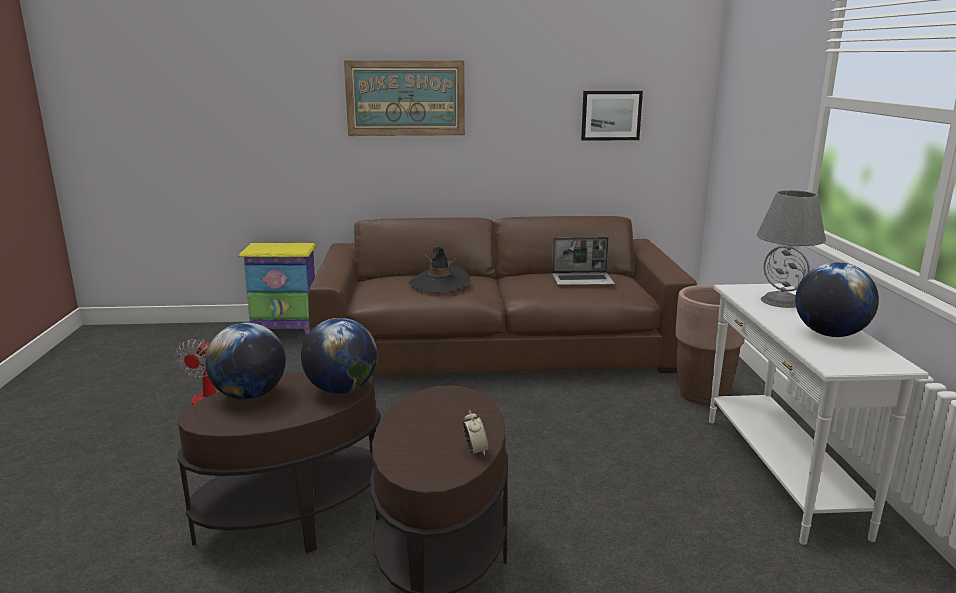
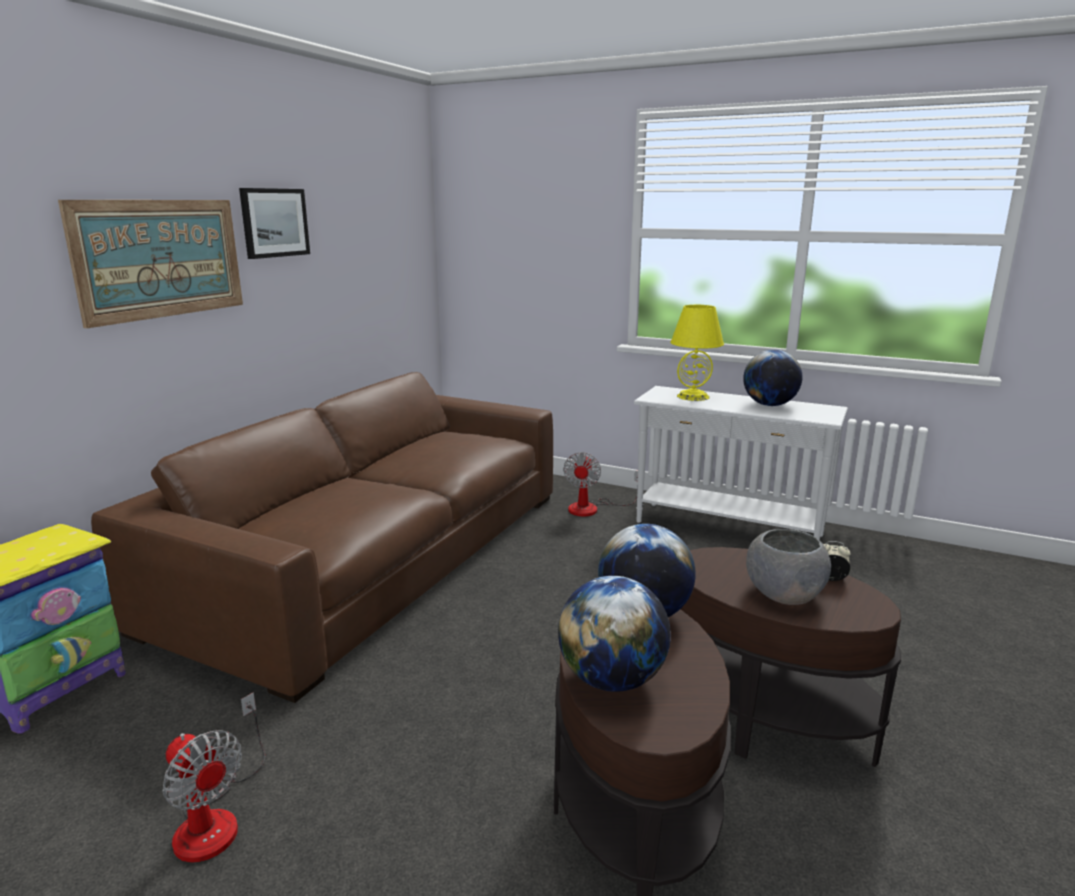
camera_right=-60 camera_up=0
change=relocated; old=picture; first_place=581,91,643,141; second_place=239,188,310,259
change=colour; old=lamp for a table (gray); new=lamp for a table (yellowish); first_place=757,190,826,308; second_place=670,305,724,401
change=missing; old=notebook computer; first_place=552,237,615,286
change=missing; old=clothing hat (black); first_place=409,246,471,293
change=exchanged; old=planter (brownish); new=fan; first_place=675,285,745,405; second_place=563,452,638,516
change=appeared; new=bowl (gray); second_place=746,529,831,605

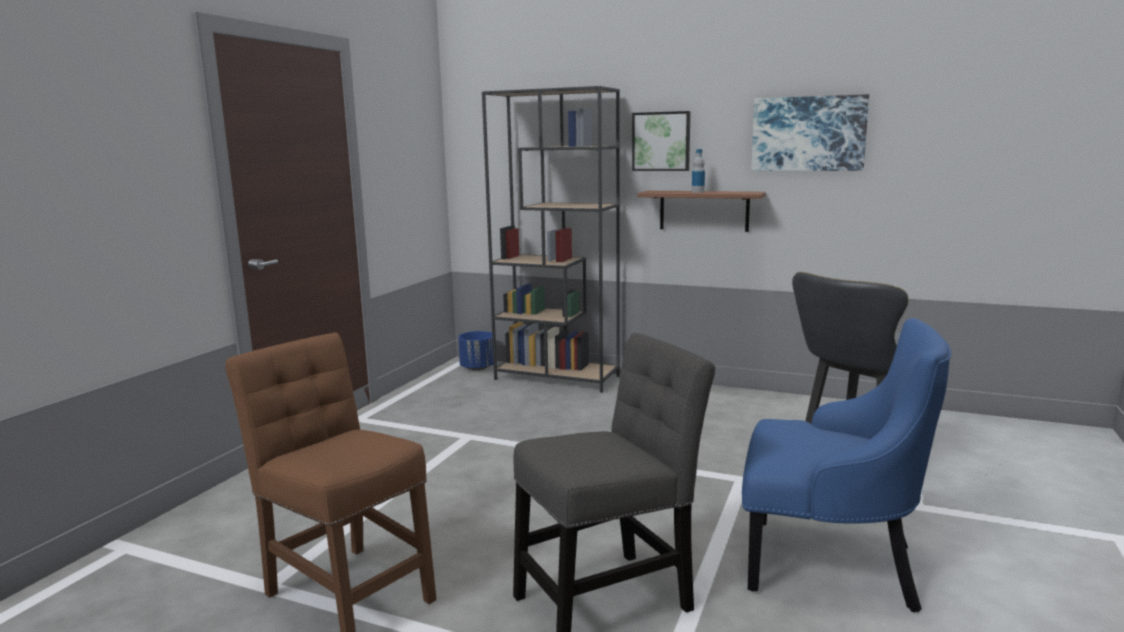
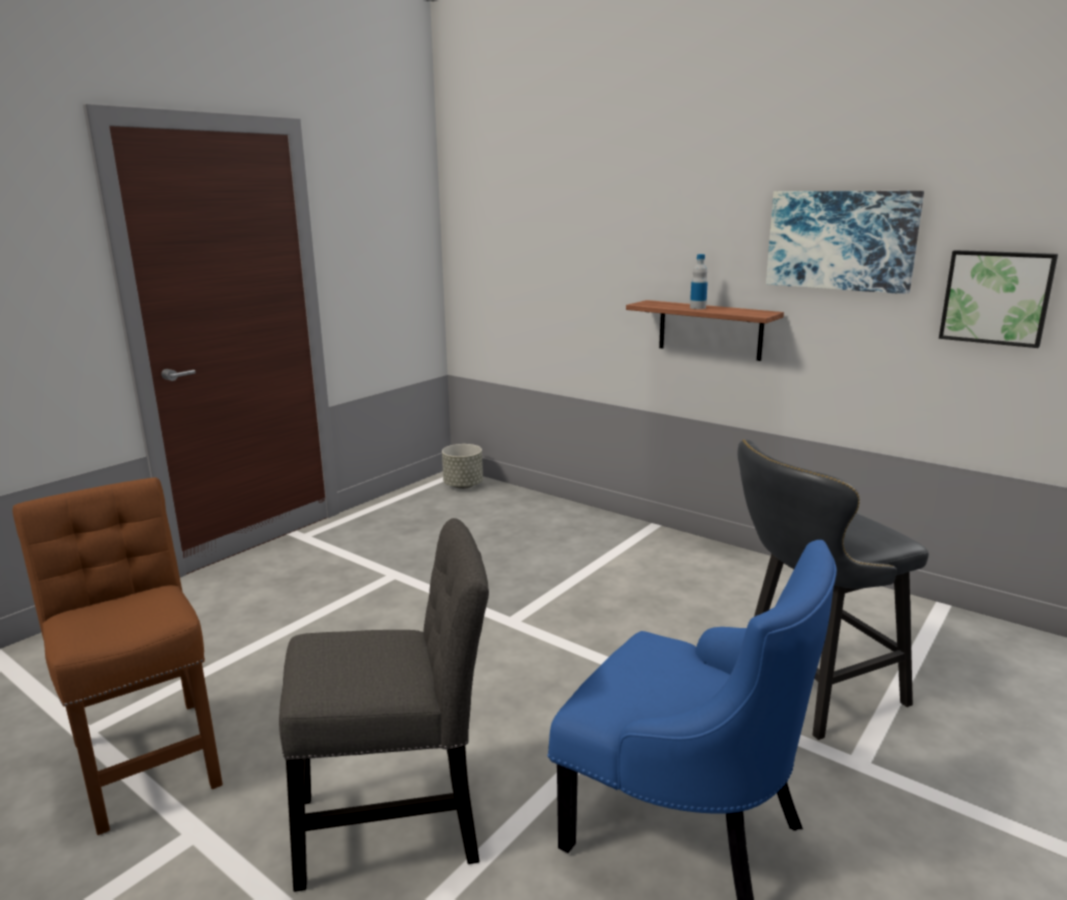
camera_right=15 camera_up=5
change=missing; old=shelving unit; first_place=482,86,620,393
change=relocated; old=picture; first_place=632,111,690,171; second_place=939,250,1058,348
change=colour; old=planter (blue); new=planter (gray); first_place=458,331,493,371; second_place=442,444,483,489

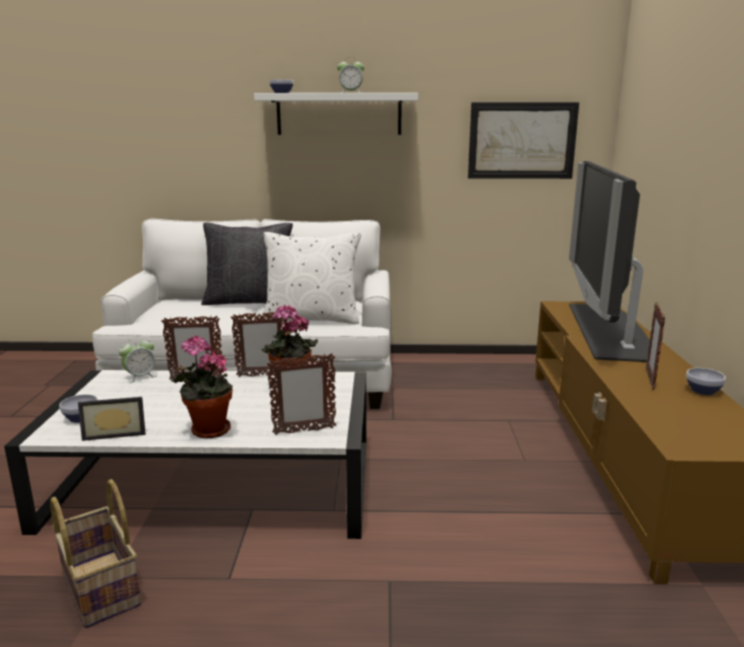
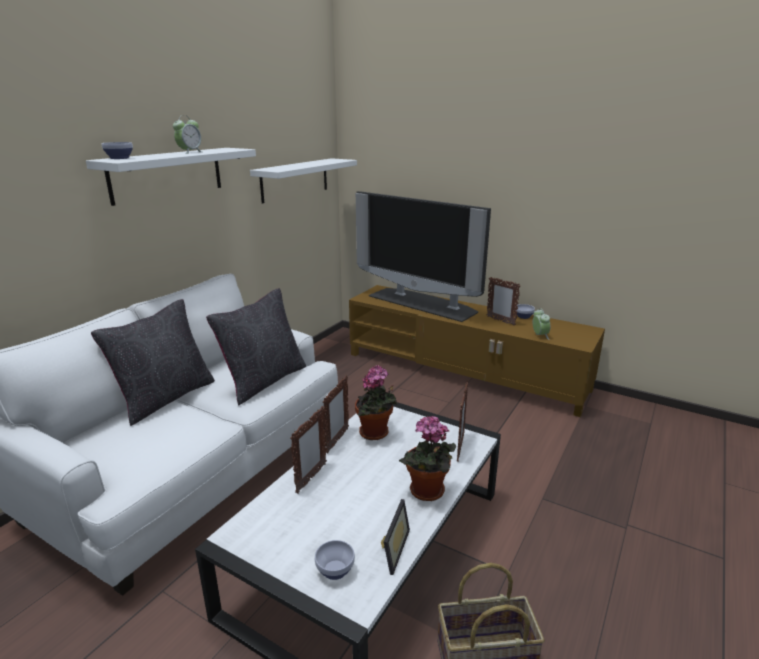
camera_right=-60 camera_up=5
change=exchanged; old=picture; new=shelf (whitish); first_place=468,102,579,179; second_place=250,158,357,204
change=colour; old=cushion (whitish); new=cushion (black); first_place=262,232,361,324; second_place=206,288,306,405
change=relocated; old=table clock; first_place=119,337,157,383; second_place=532,308,551,340

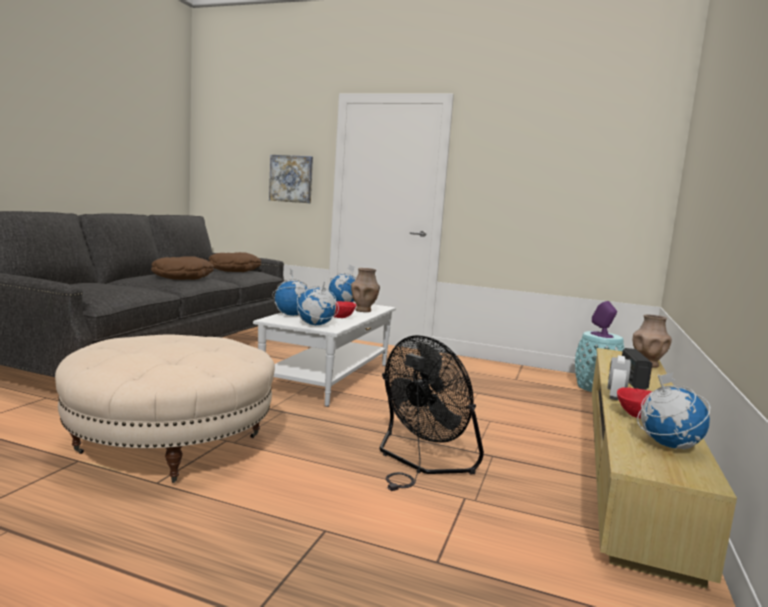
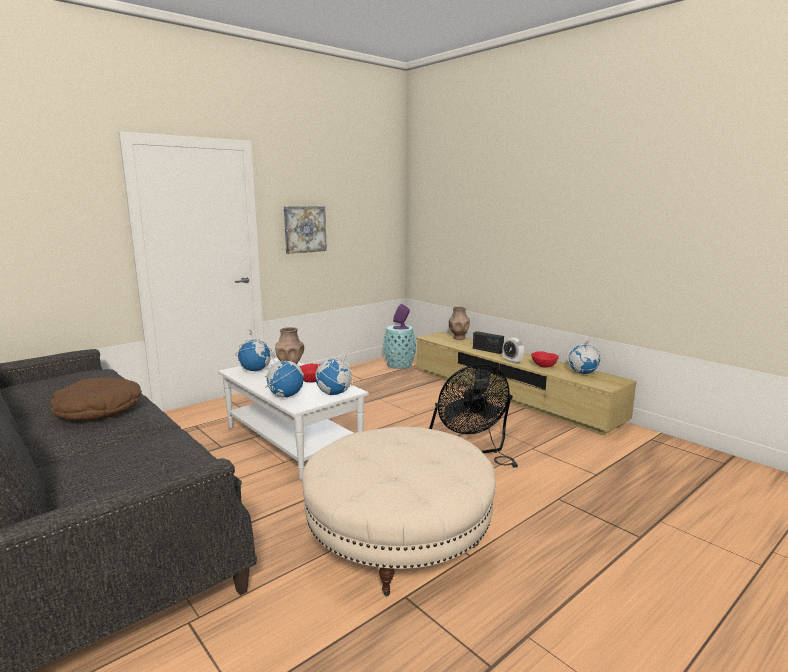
camera_right=-60 camera_up=5
change=relocated; old=picture; first_place=269,155,313,203; second_place=284,206,327,254
change=missing; old=cushion (brownish); first_place=209,252,261,272

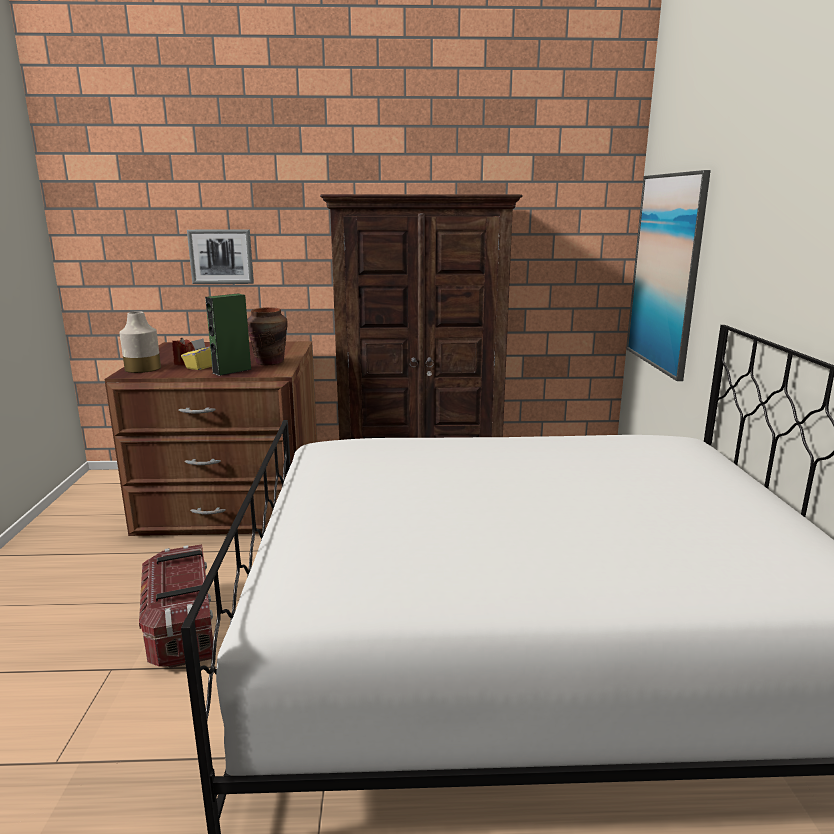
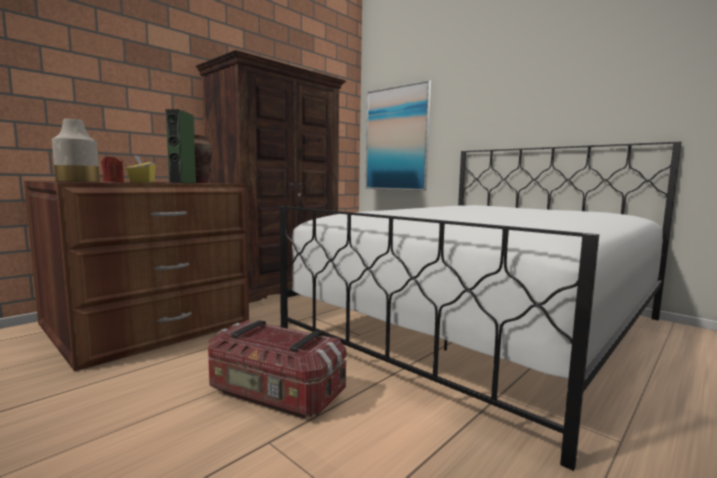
camera_right=-45 camera_up=-10
change=missing; old=picture; first_place=187,230,254,284

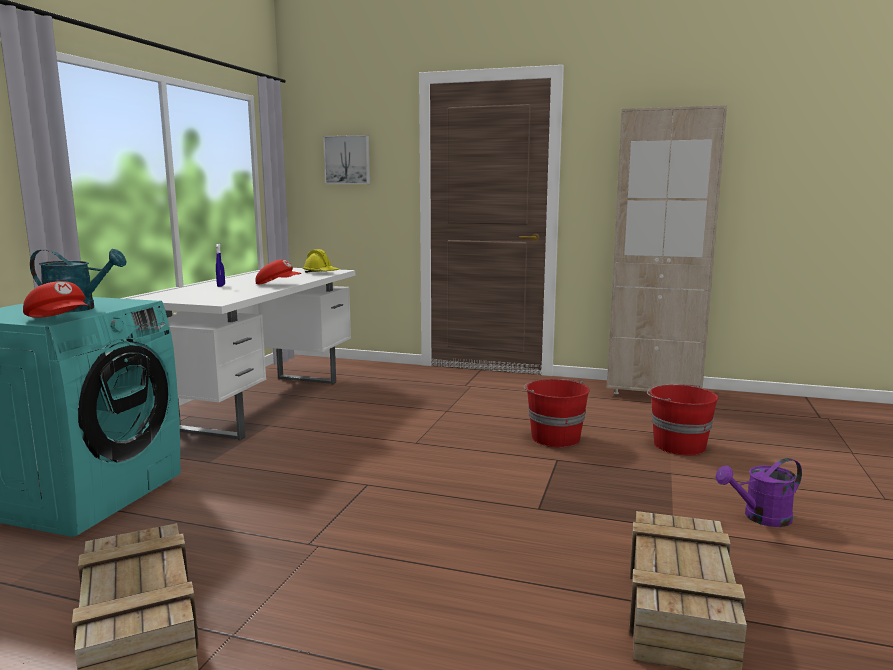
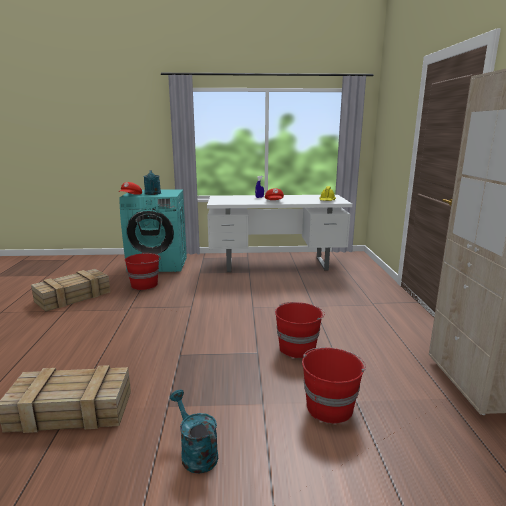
camera_right=70 camera_up=5
change=missing; old=picture; first_place=323,135,370,184
change=colour; old=watering pot (purplish); new=watering pot (turquoise-coloured); first_place=715,458,802,527; second_place=170,390,218,474
change=appeared; new=water bucket (reddish); second_place=125,253,161,290

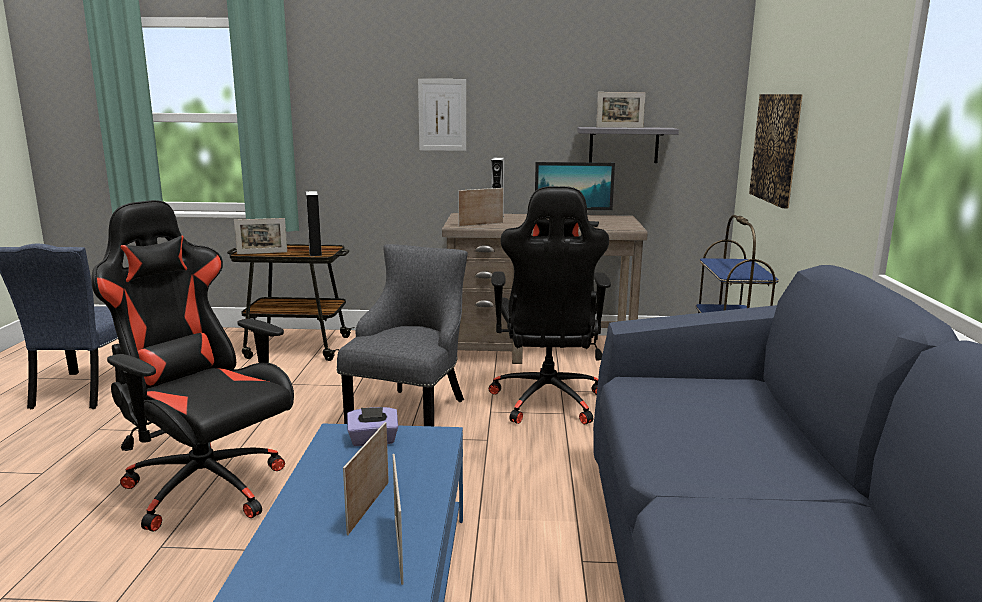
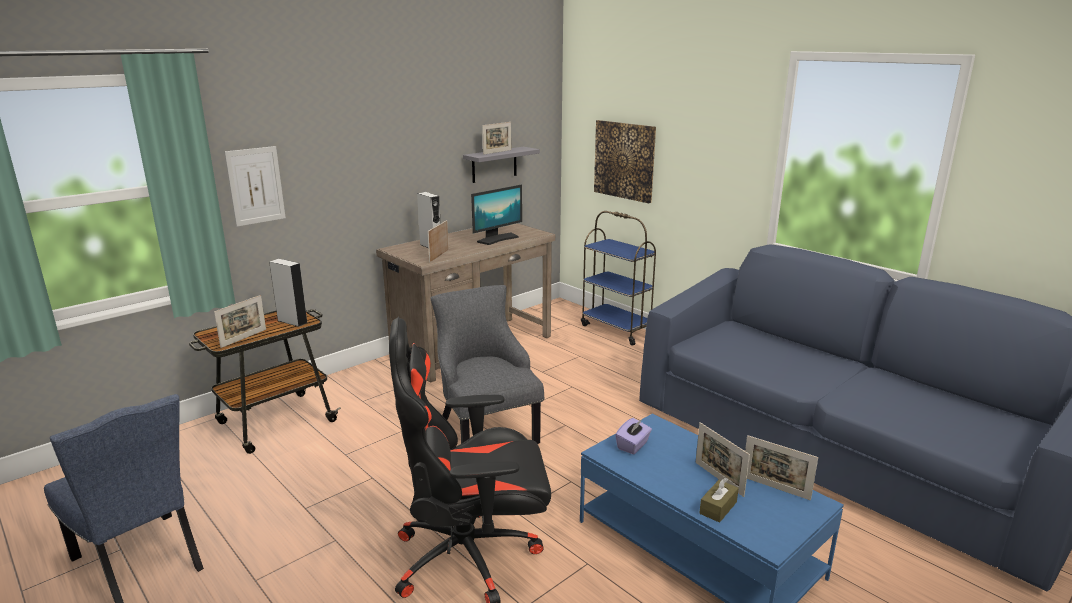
camera_right=-45 camera_up=5
change=relocated; old=picture; first_place=418,79,466,151; second_place=224,146,286,227
change=missing; old=computer chair (black); first_place=489,186,611,424
change=appeared; new=box of tissues (brownish); second_place=699,478,739,523

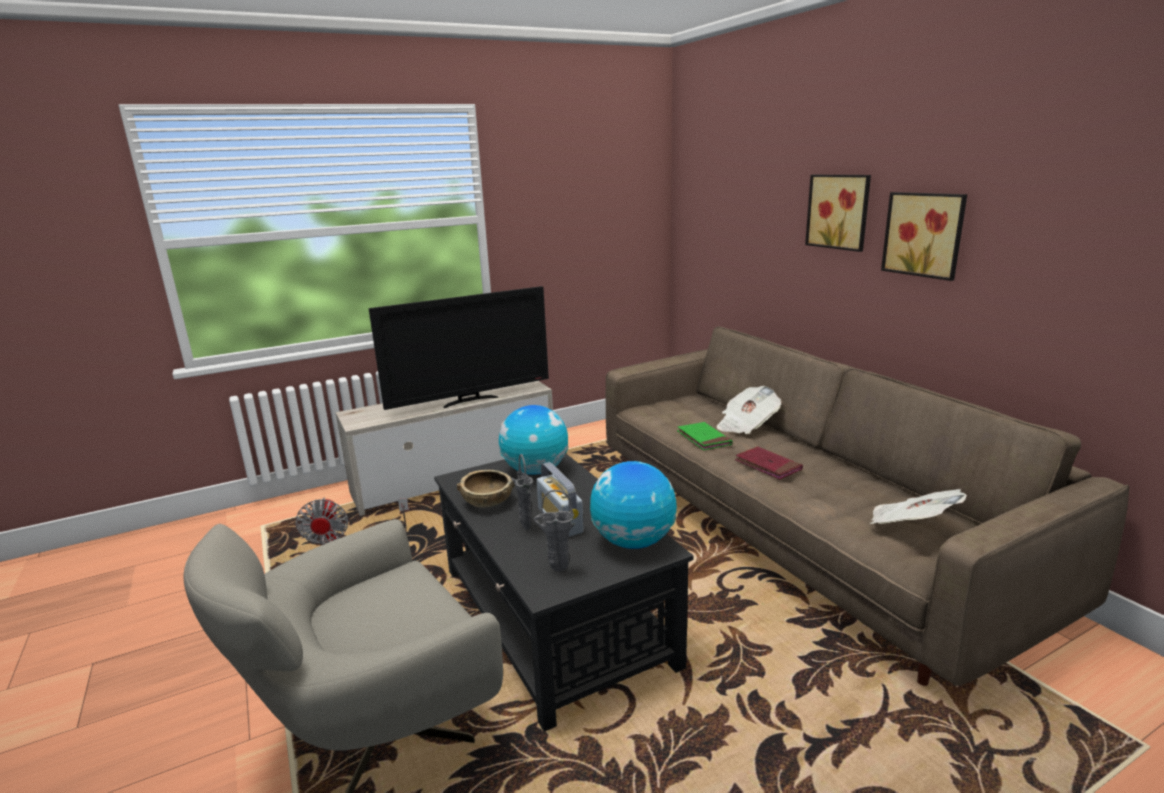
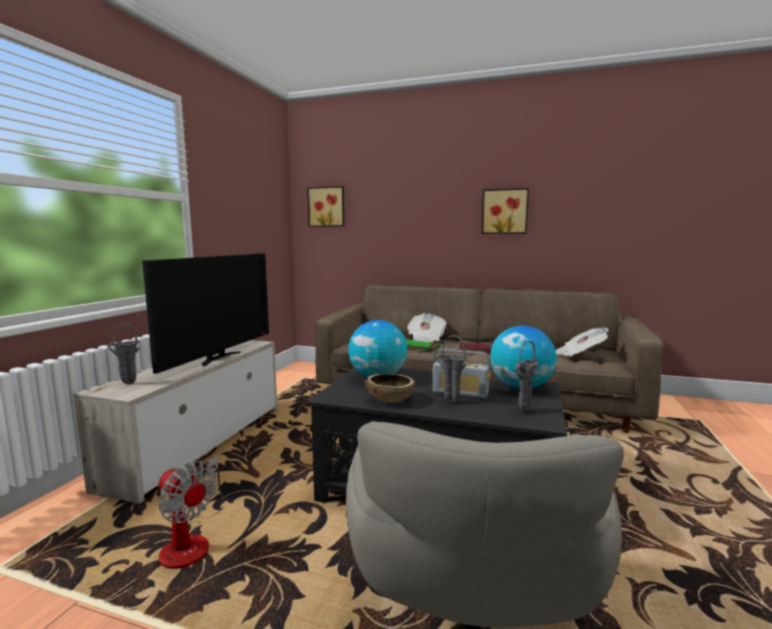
camera_right=-45 camera_up=-10
change=relocated; old=picture; first_place=805,175,871,252; second_place=307,186,344,227
change=appeared; new=decorative vase (gray); second_place=108,324,139,384

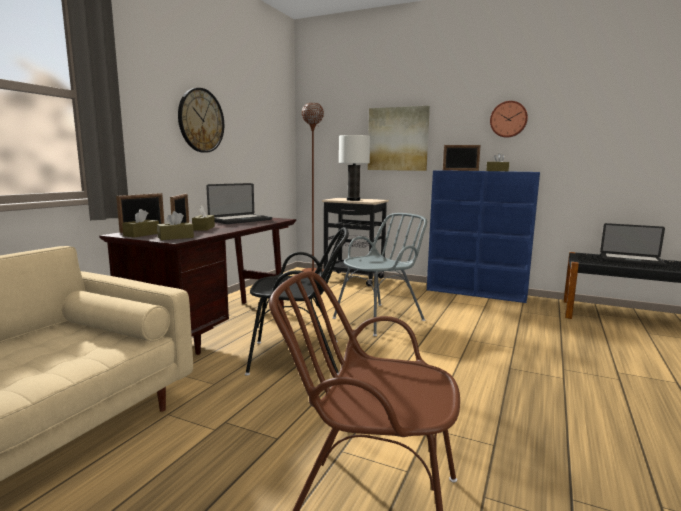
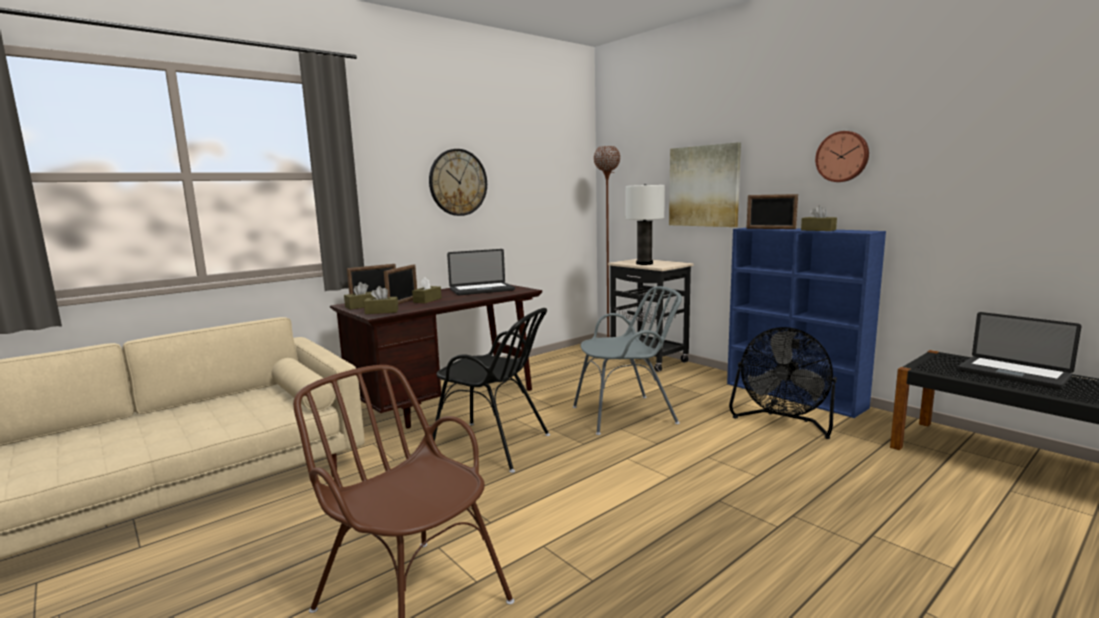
camera_right=25 camera_up=0
change=appeared; new=fan (black); second_place=729,327,837,439

